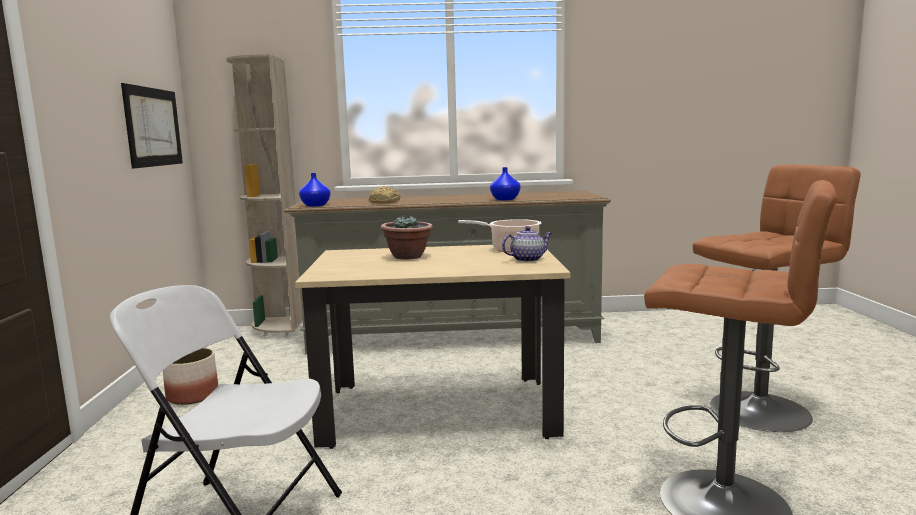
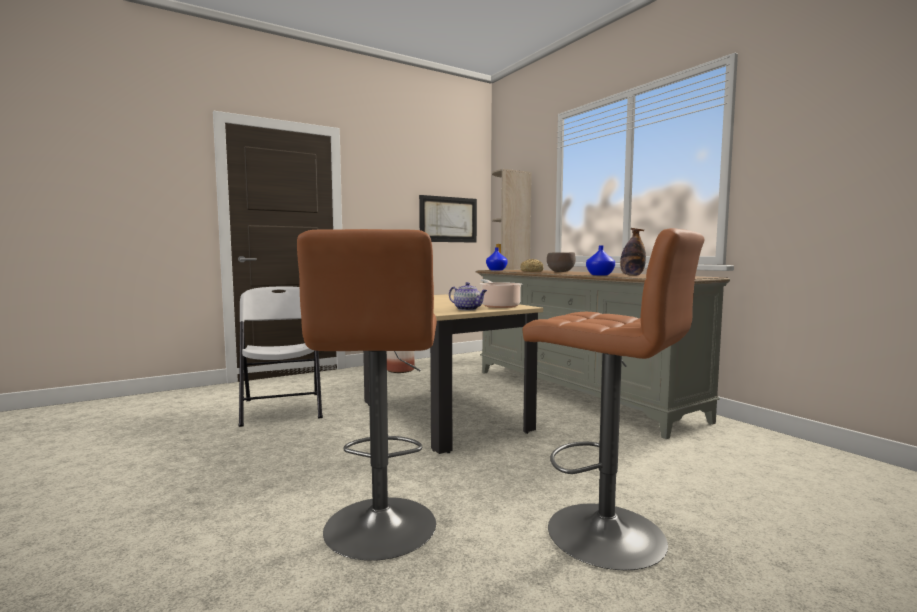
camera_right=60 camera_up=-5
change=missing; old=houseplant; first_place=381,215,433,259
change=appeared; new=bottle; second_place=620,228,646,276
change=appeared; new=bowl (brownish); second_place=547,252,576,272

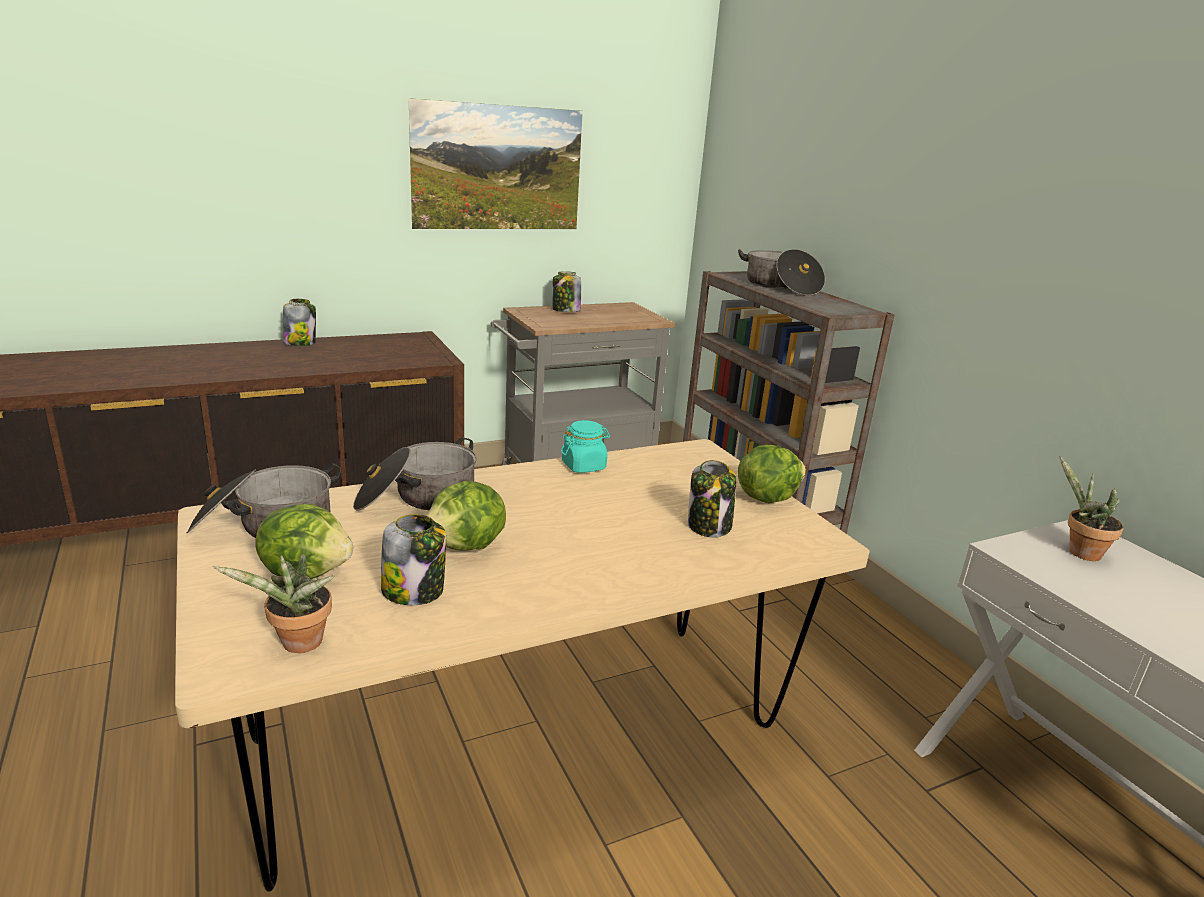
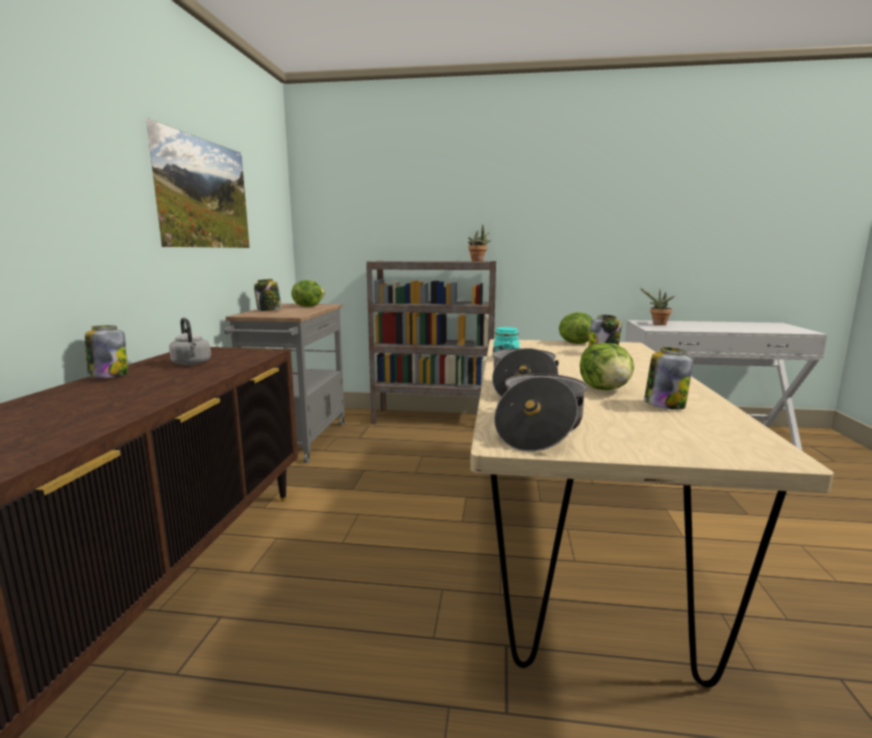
camera_right=-55 camera_up=-10
change=missing; old=stockpot; first_place=738,249,825,296
change=relocated; old=head of lettuce; first_place=256,504,353,579; second_place=291,280,325,307
change=relocated; old=houseplant; first_place=213,554,334,653; second_place=468,225,491,261
change=appeared; new=kettle (gray); second_place=169,318,211,365

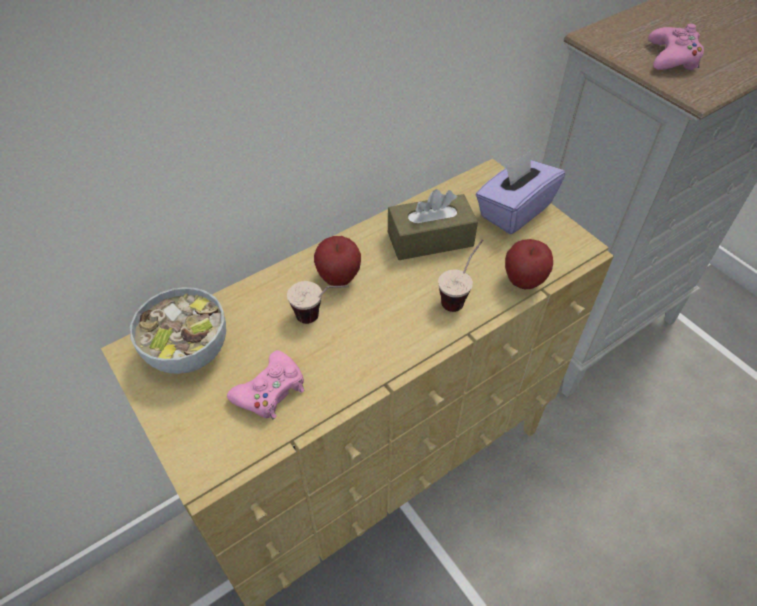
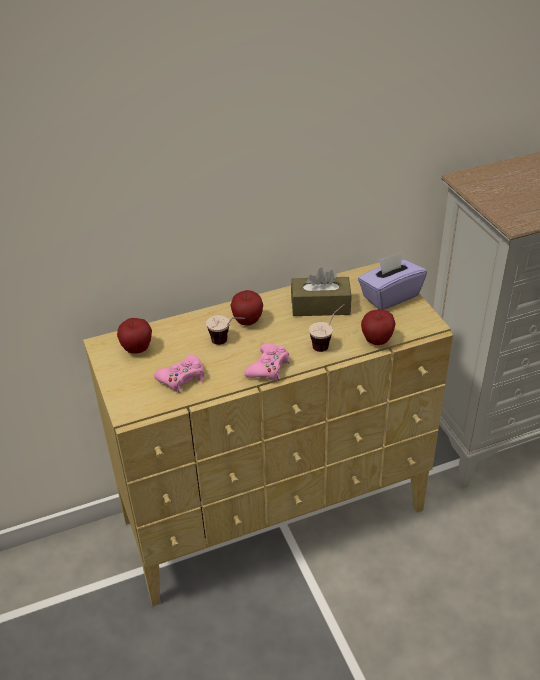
camera_right=15 camera_up=-10
change=relocated; old=joypad (pink-coloured); first_place=648,24,704,70; second_place=244,343,290,381
change=exchanged; old=bowl; new=whole apple; first_place=130,287,226,374; second_place=117,318,152,353

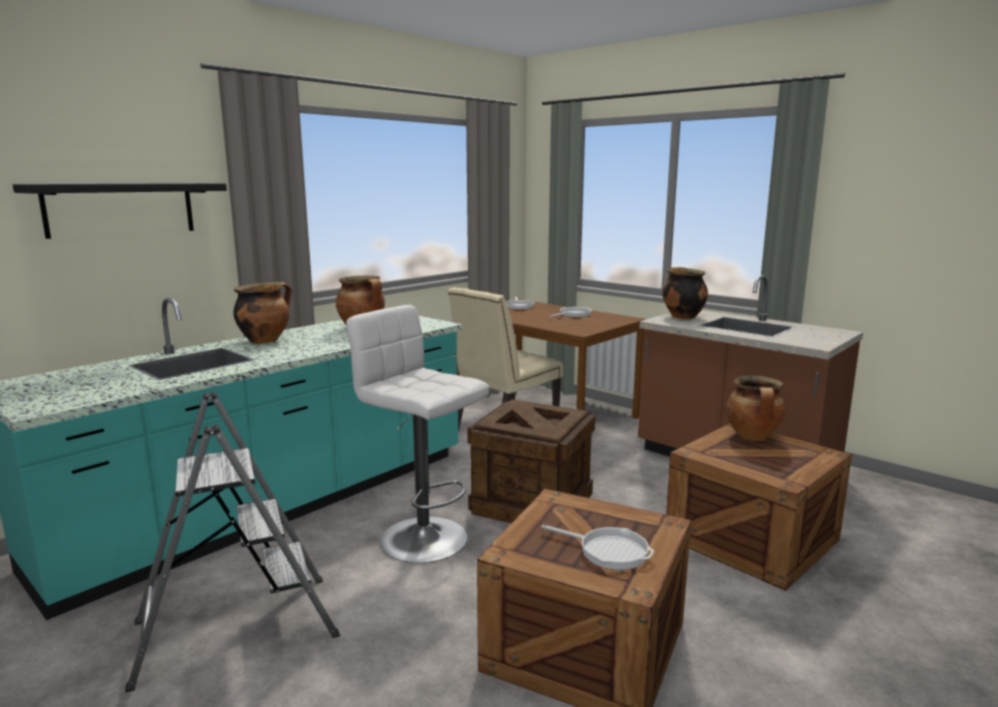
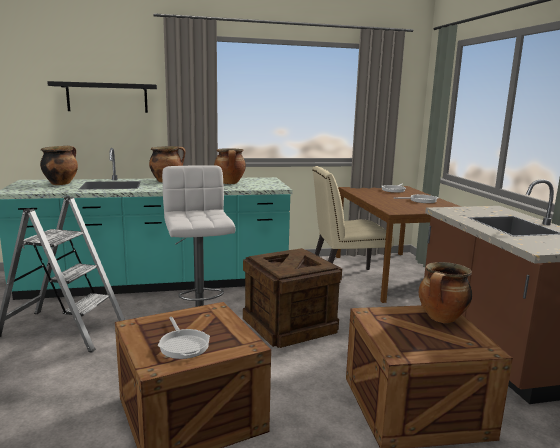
camera_right=35 camera_up=0
change=relocated; old=stockpot; first_place=662,267,708,319; second_place=40,146,78,185

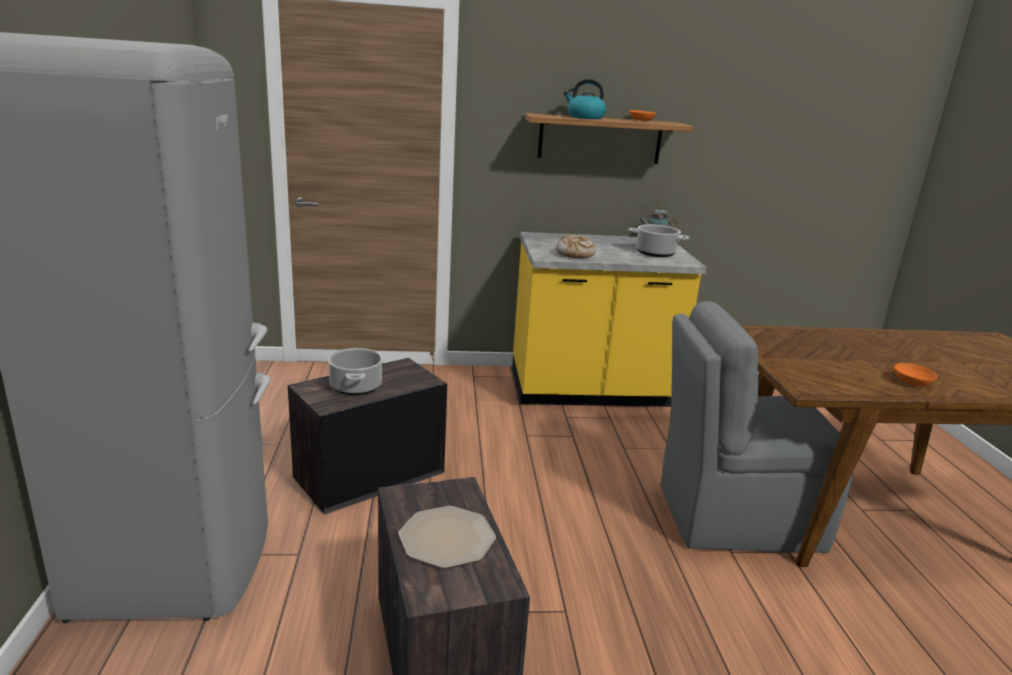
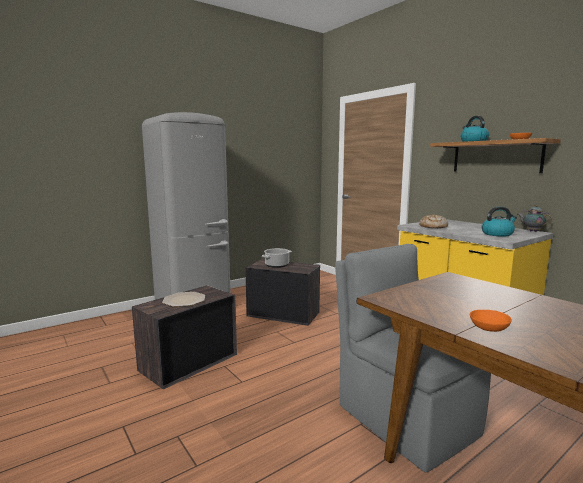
camera_right=60 camera_up=-10
change=exchanged; old=stockpot; new=kettle; first_place=628,224,689,257; second_place=482,206,517,237

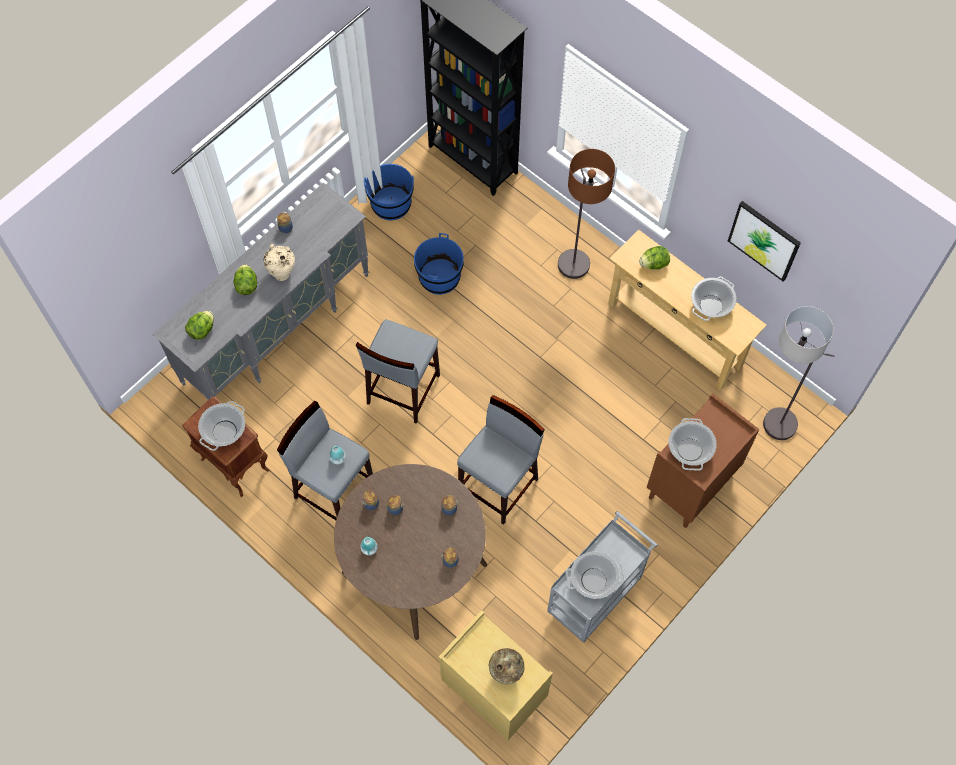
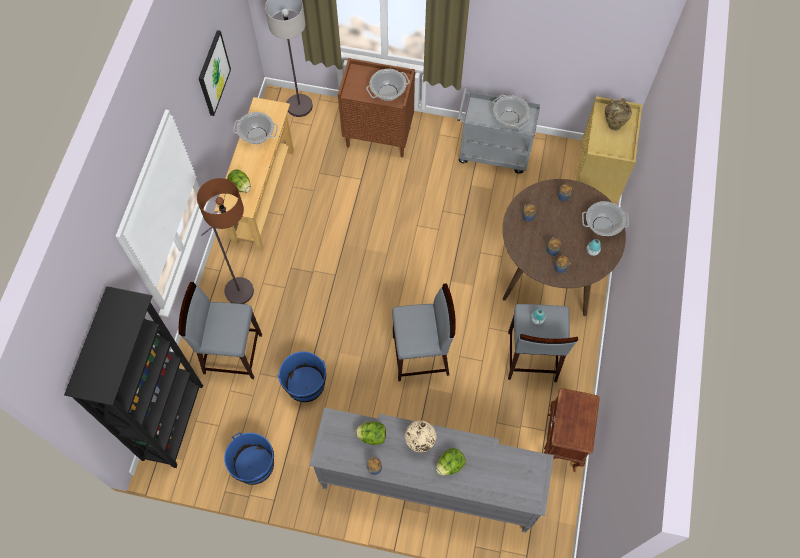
camera_right=-120 camera_up=0
change=relocated; old=head of lettuce; first_place=185,311,214,340; second_place=355,422,386,445
change=relocated; old=sitting stool (gray); first_place=457,395,545,525; second_place=179,282,262,379
change=relocated; old=stockpot; first_place=198,401,245,451; second_place=582,201,629,236

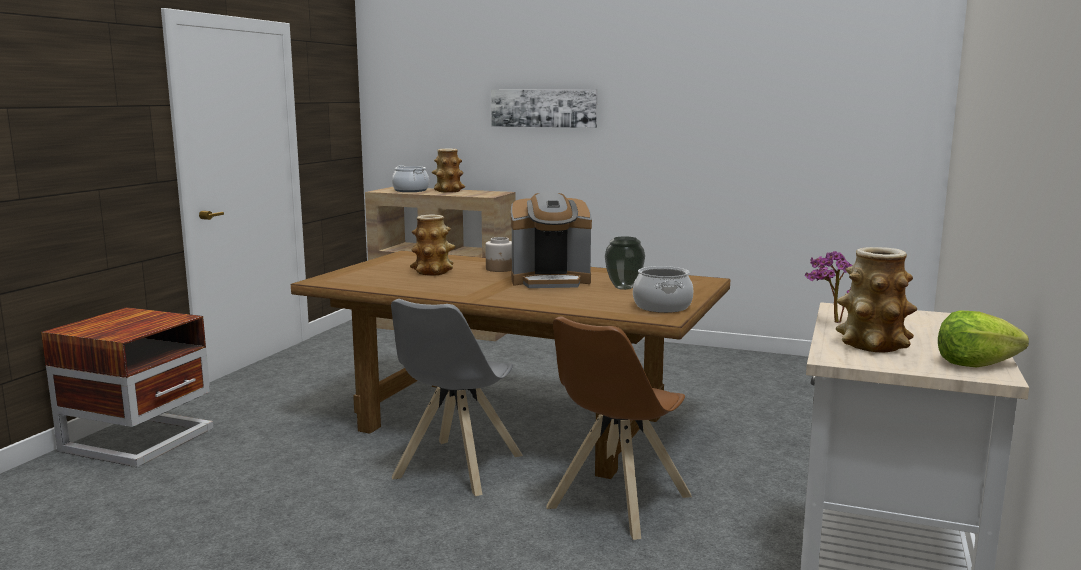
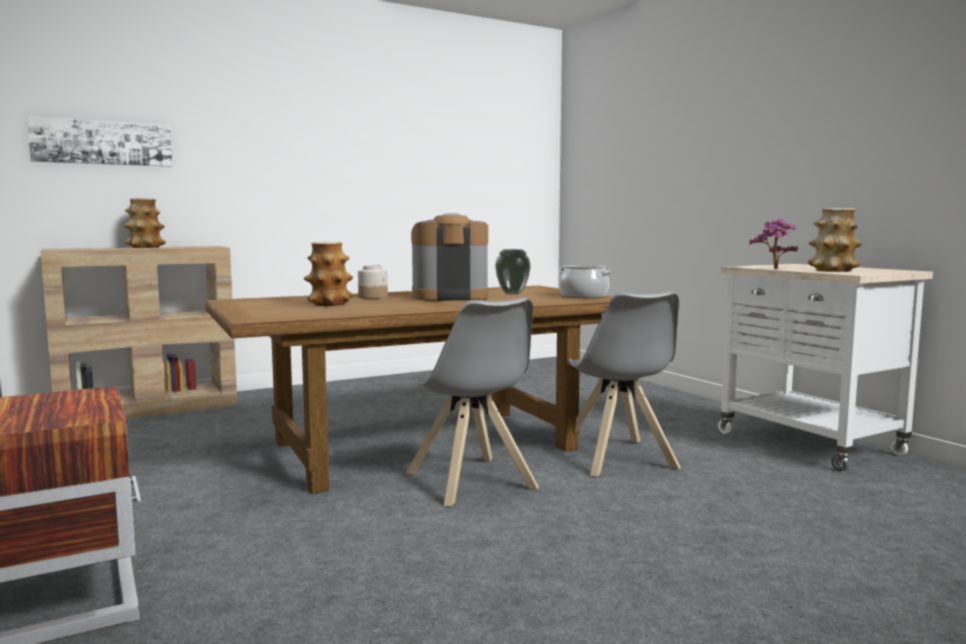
camera_right=-50 camera_up=-5
change=relocated; old=picture; first_place=491,89,597,128; second_place=27,116,172,167
change=missing; old=stockpot; first_place=392,165,429,192
change=spun; old=coffee maker; first_place=511,192,592,288; second_place=411,213,488,301; degrees=-135
change=missing; old=head of lettuce; first_place=938,311,1029,368
change=colour; old=plain chair (brownish); new=plain chair (gray); first_place=546,317,692,540; second_place=568,291,680,476

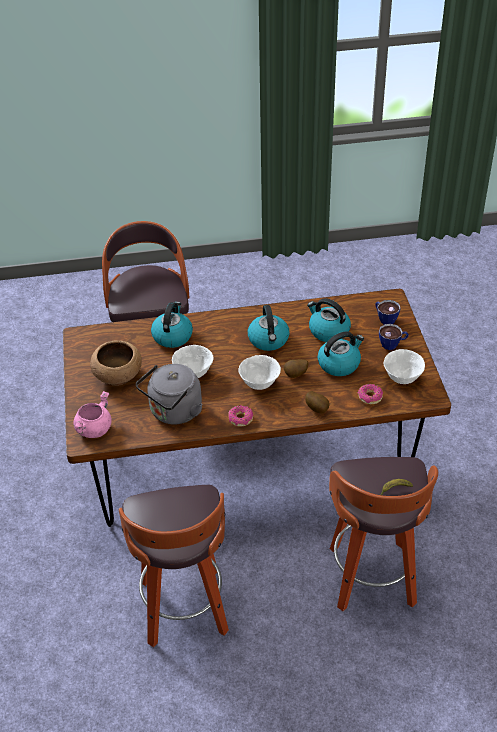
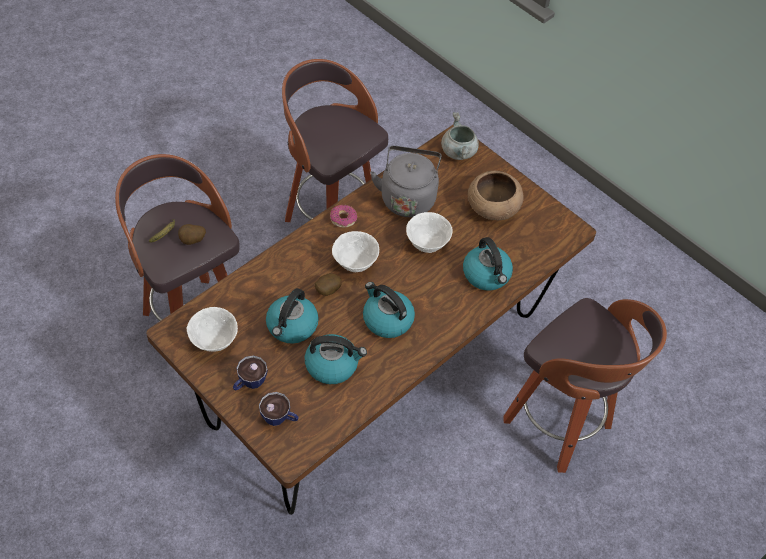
camera_right=140 camera_up=10
change=missing; old=ring doughnut; first_place=357,384,383,404
change=colour; old=stockpot (pink-coloured); new=stockpot (gray); first_place=73,391,112,438; second_place=441,112,479,160
change=relocated; old=spud; first_place=305,391,329,413; second_place=178,224,206,245

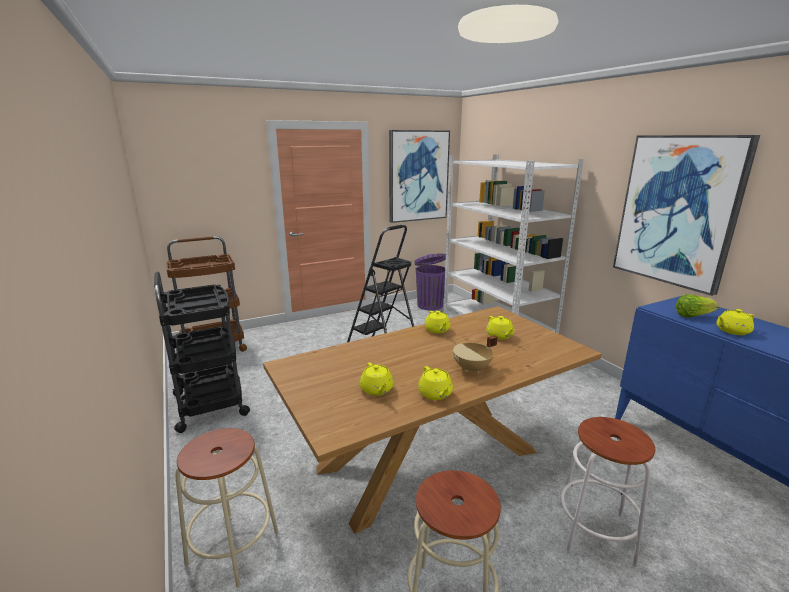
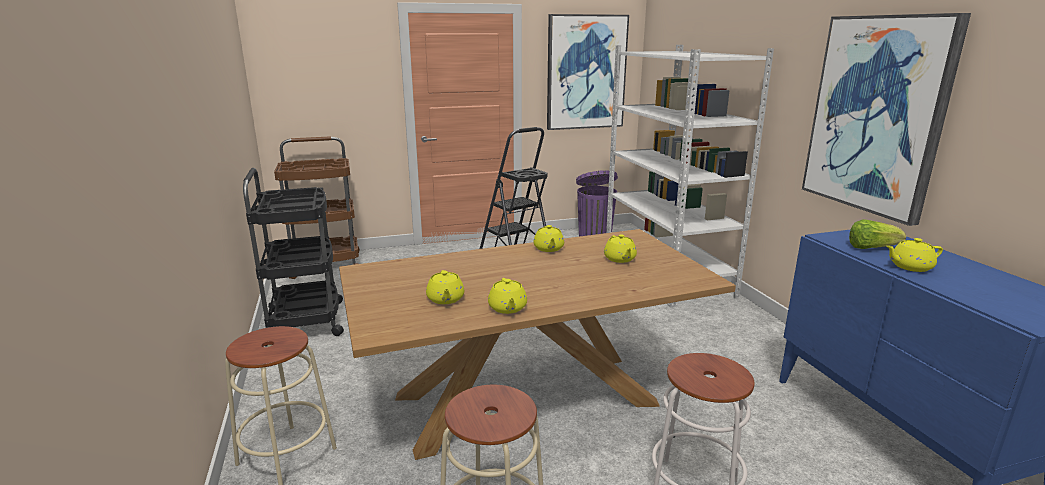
camera_right=10 camera_up=0
change=missing; old=stockpot (beige-coloured); first_place=453,335,497,373

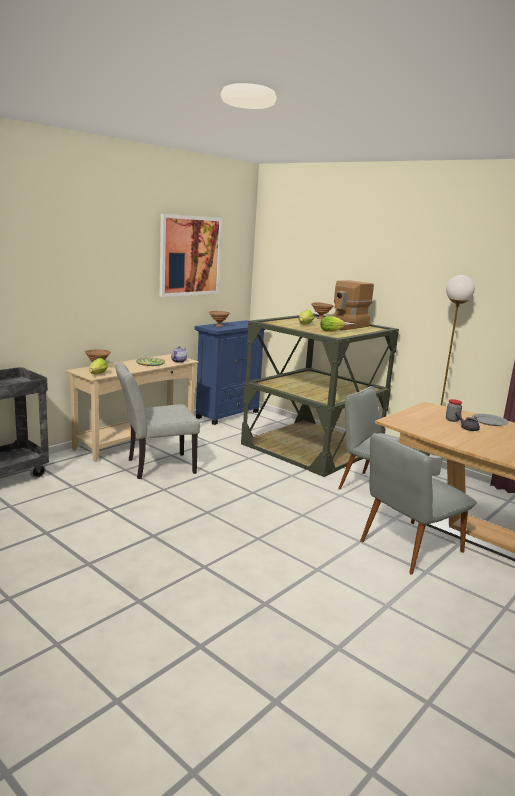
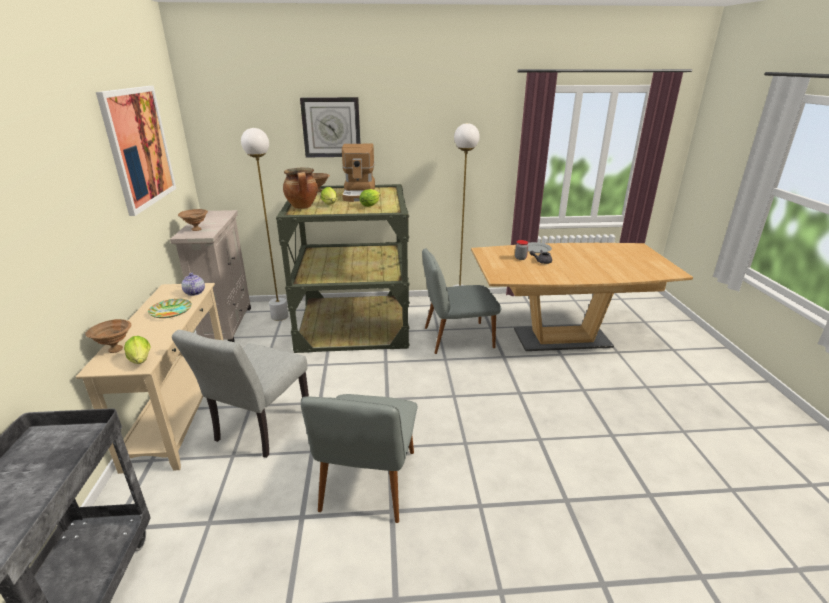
camera_right=-45 camera_up=10
change=colour; old=cabinet (blue); new=cabinet (beige-coloured); first_place=195,320,265,425; second_place=170,210,251,342
change=relocated; old=plain chair (gray); first_place=360,433,477,575; second_place=301,394,418,523
change=appeared; new=clock on the wall; second_place=300,97,361,158
change=appeared; new=standing lamp (whitish); second_place=241,128,288,321
change=appeared; new=stockpot; second_place=283,168,318,209

